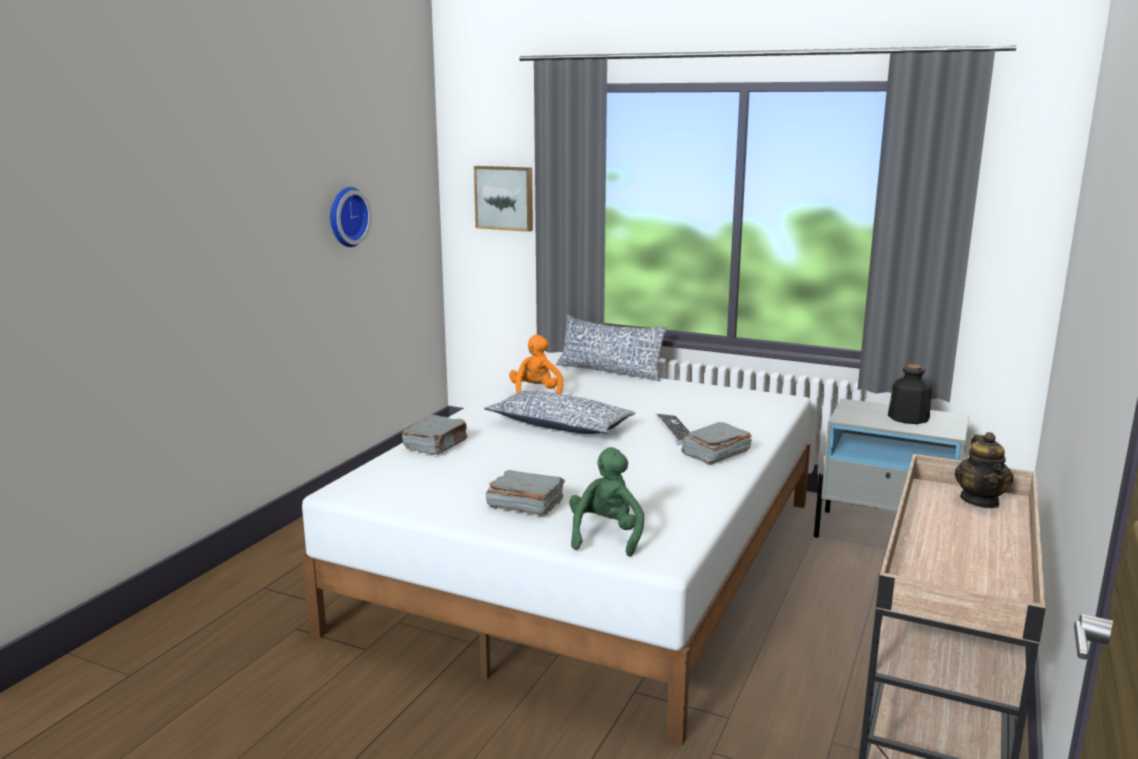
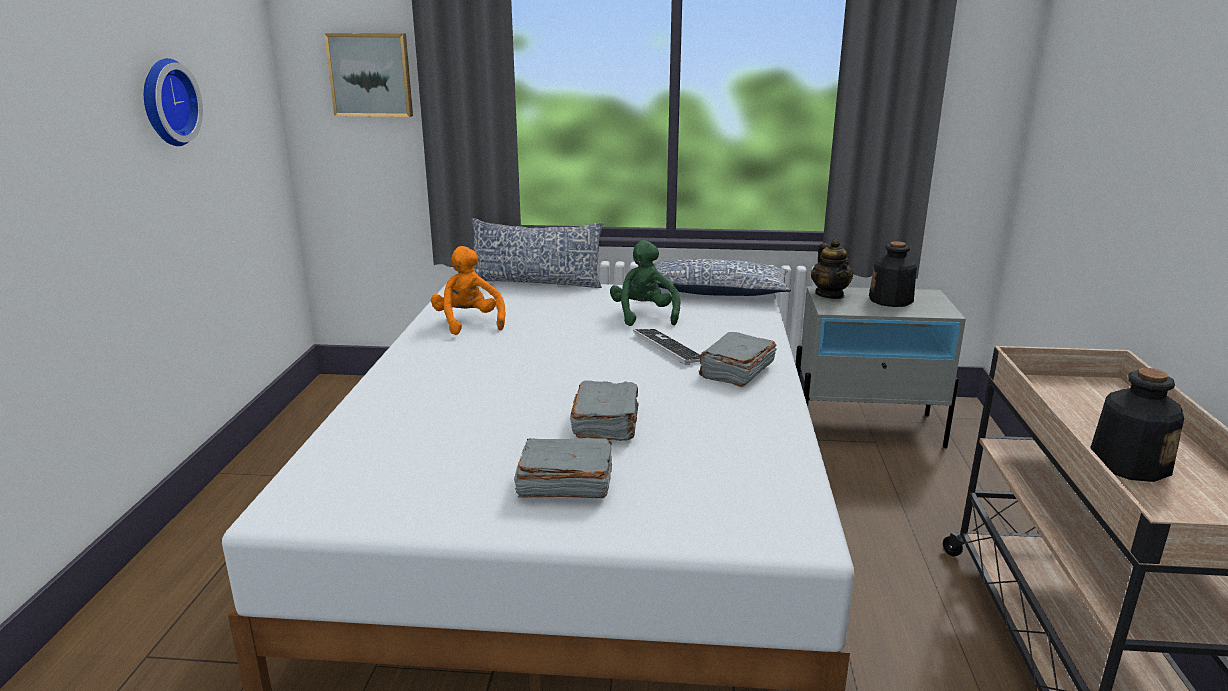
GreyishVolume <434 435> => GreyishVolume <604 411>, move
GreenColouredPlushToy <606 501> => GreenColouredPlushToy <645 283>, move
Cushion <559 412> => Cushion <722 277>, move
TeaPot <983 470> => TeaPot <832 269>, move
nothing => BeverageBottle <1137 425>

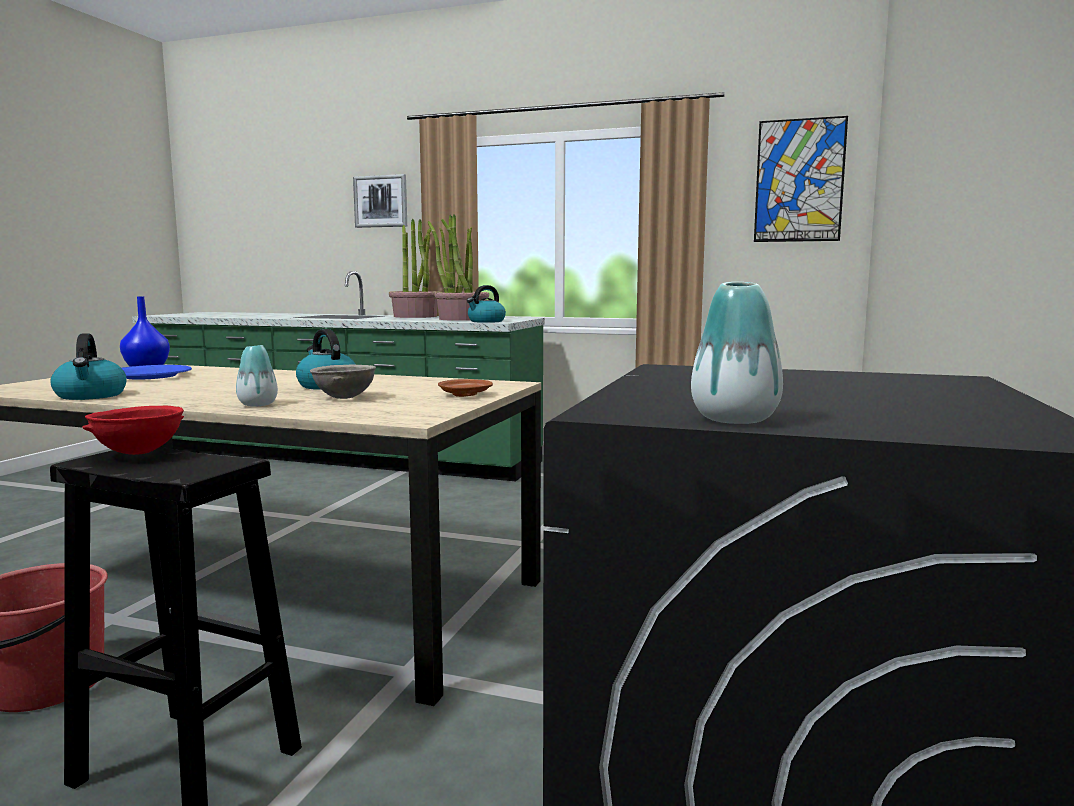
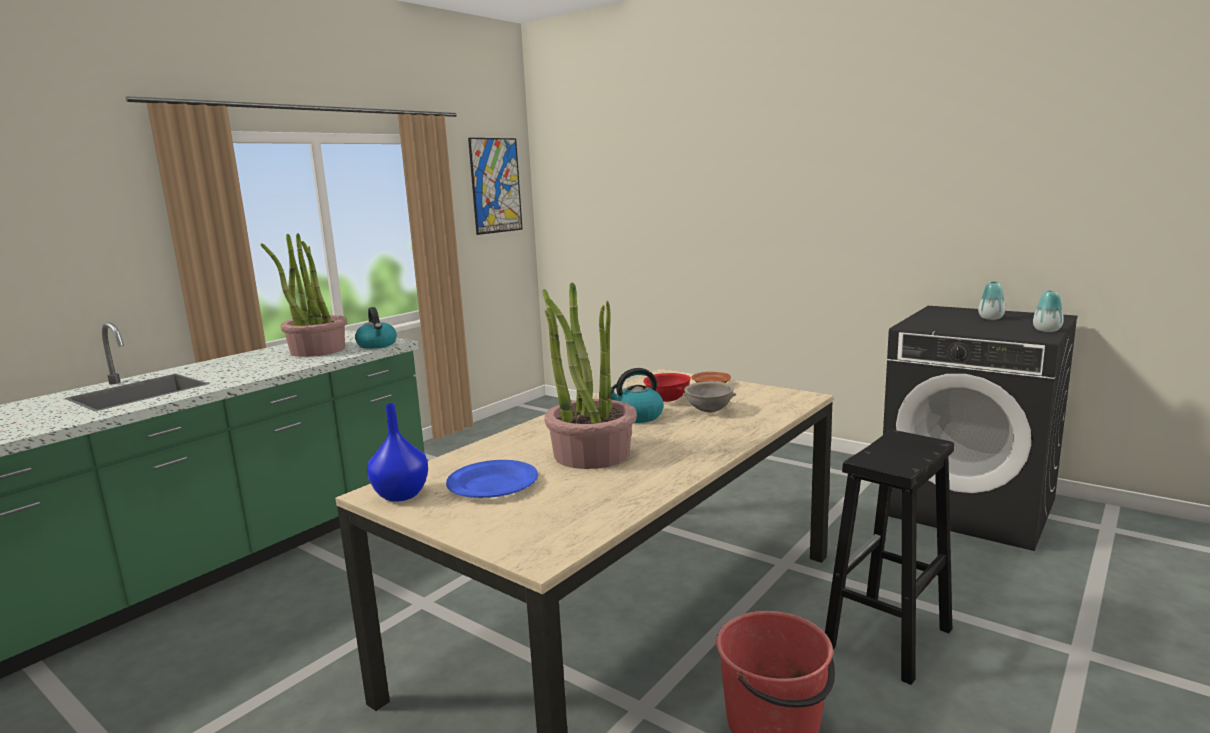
PottedPlant <414 268> => PottedPlant <590 375>, move
RedColouredServingBowl <133 430> => RedColouredServingBowl <667 387>, move
FlowerVase <257 375> => FlowerVase <991 300>, move
WaterKettle <88 366> => nothing
WallPicture <380 201> => nothing

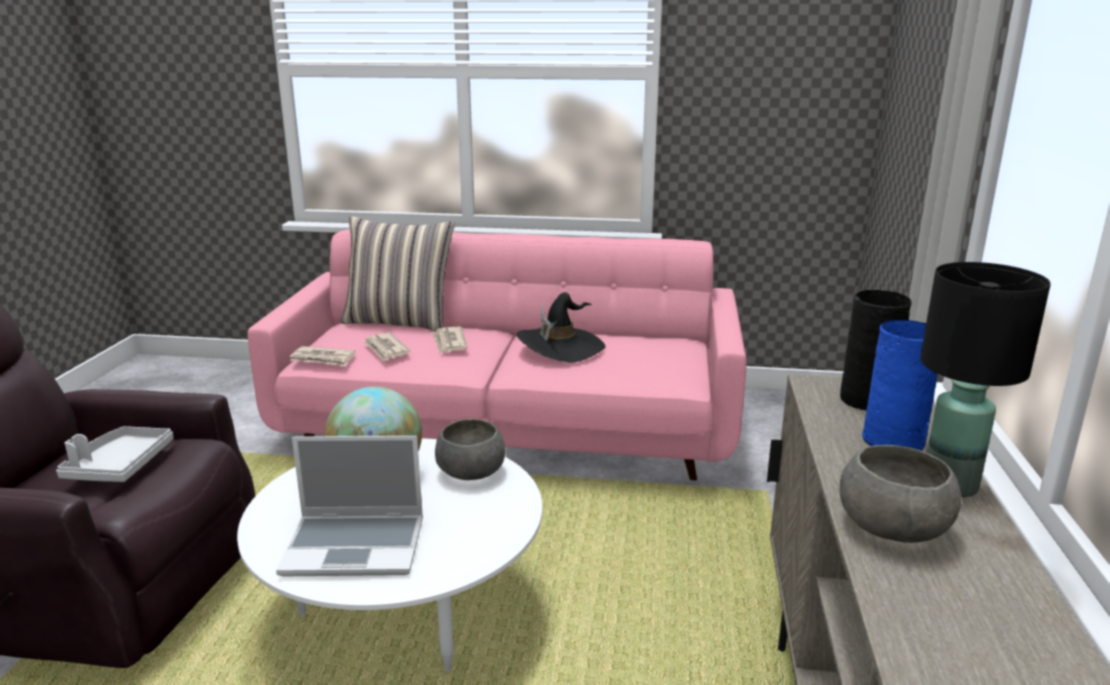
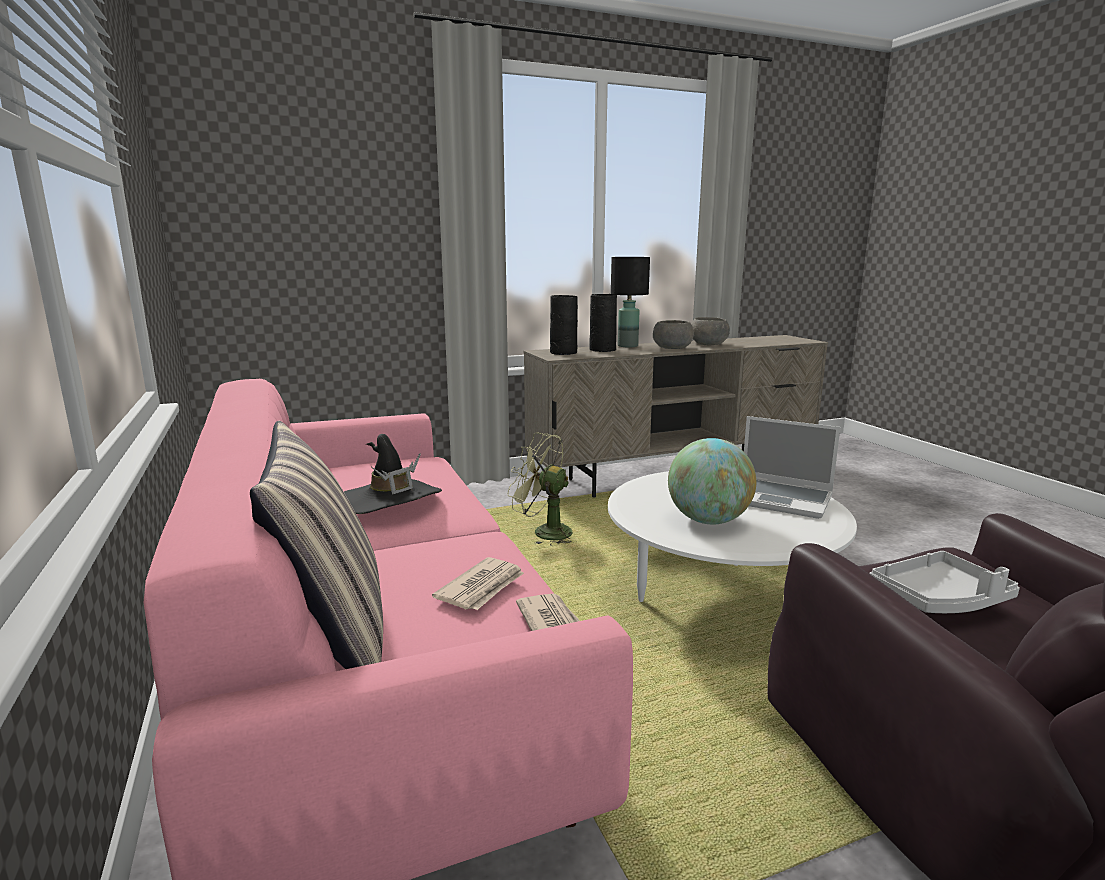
nothing => GreenColouredFan <540 489>
BlueColouredFlowerVase <900 385> => BlackFlowerVase <603 323>
GreyishServingBowl <470 449> => GreyishServingBowl <710 331>, move
NotebookComputer <349 506> => NotebookComputer <792 467>, 150 degrees clockwise
PrintedPaper <450 340> => nothing

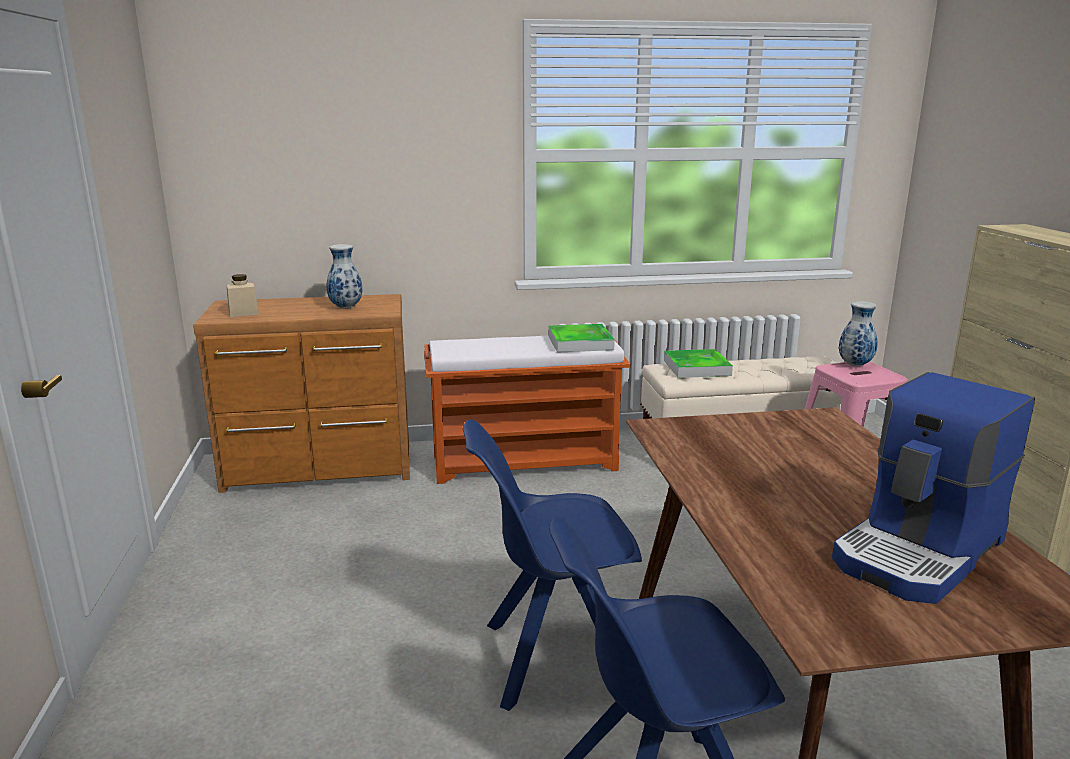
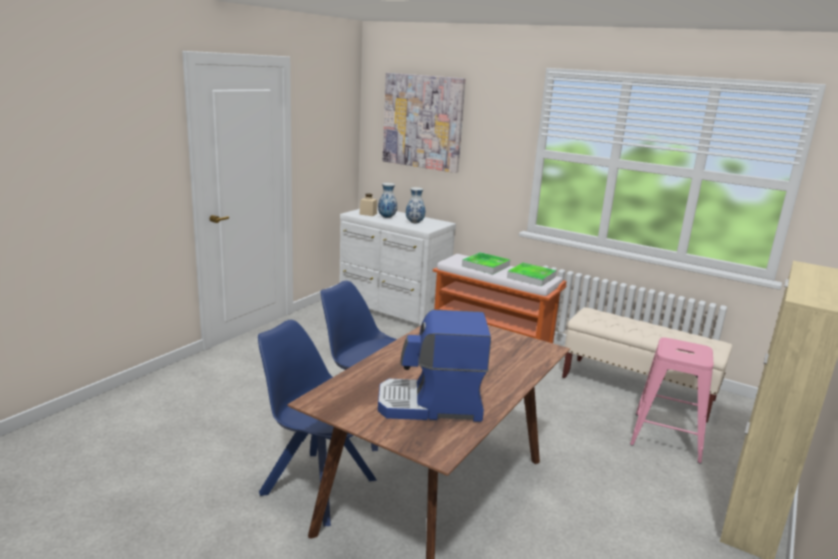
BrownishChestOfDrawers <301 393> => WhiteChestOfDrawers <398 266>
FlowerVase <858 333> => FlowerVase <387 200>, move
nothing => WallPicture <424 123>
CarryingTray <698 363> => CarryingTray <486 263>, move

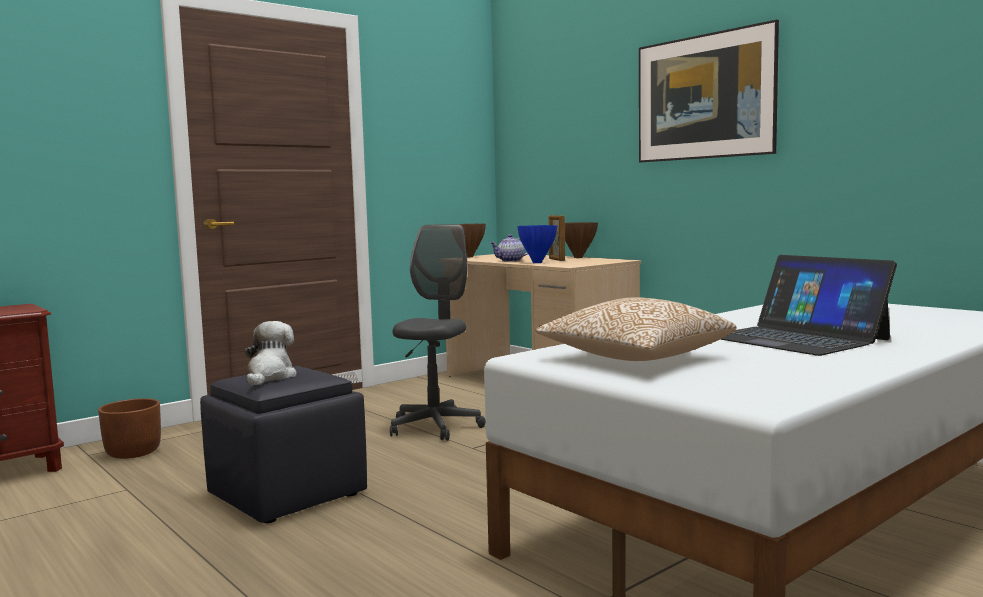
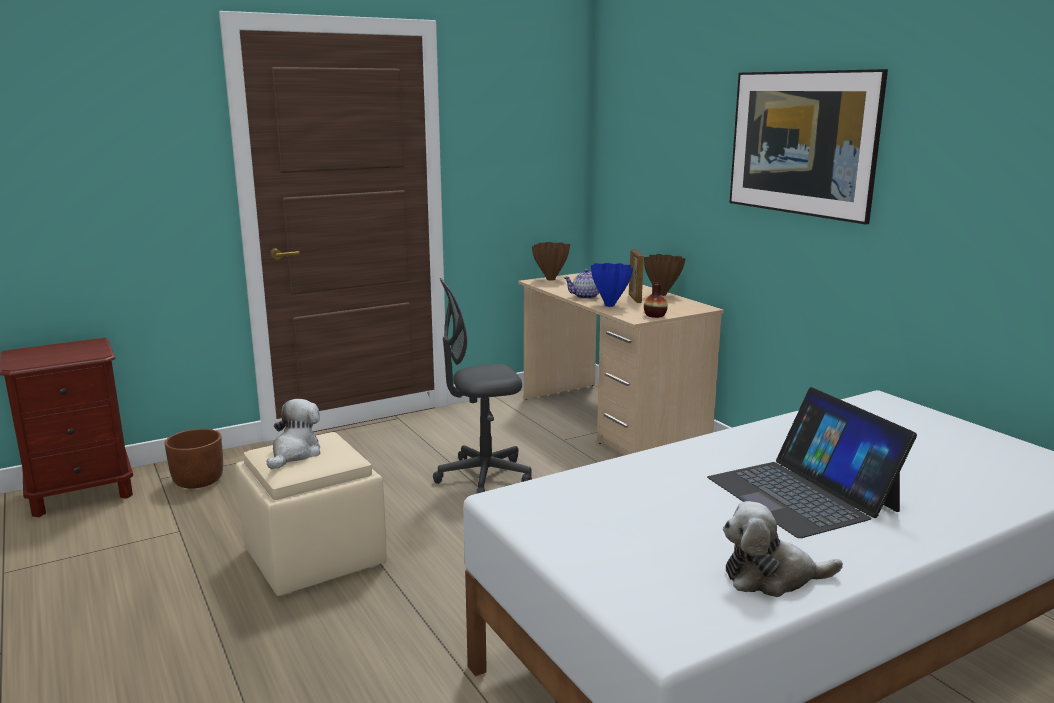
BlackPouffe <283 444> => SandColouredPouffe <311 514>
GreyishComputerChair <438 332> => GreyishComputerChair <482 386>, 135 degrees counterclockwise
nothing => FlowerVase <656 300>
nothing => PlushToy <783 549>
Cushion <635 329> => nothing

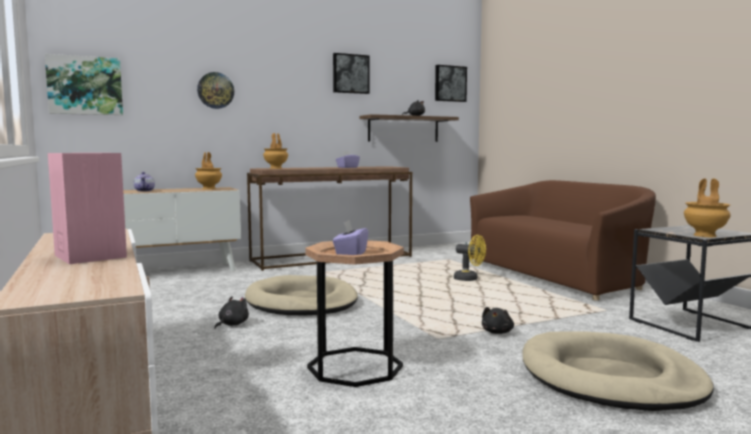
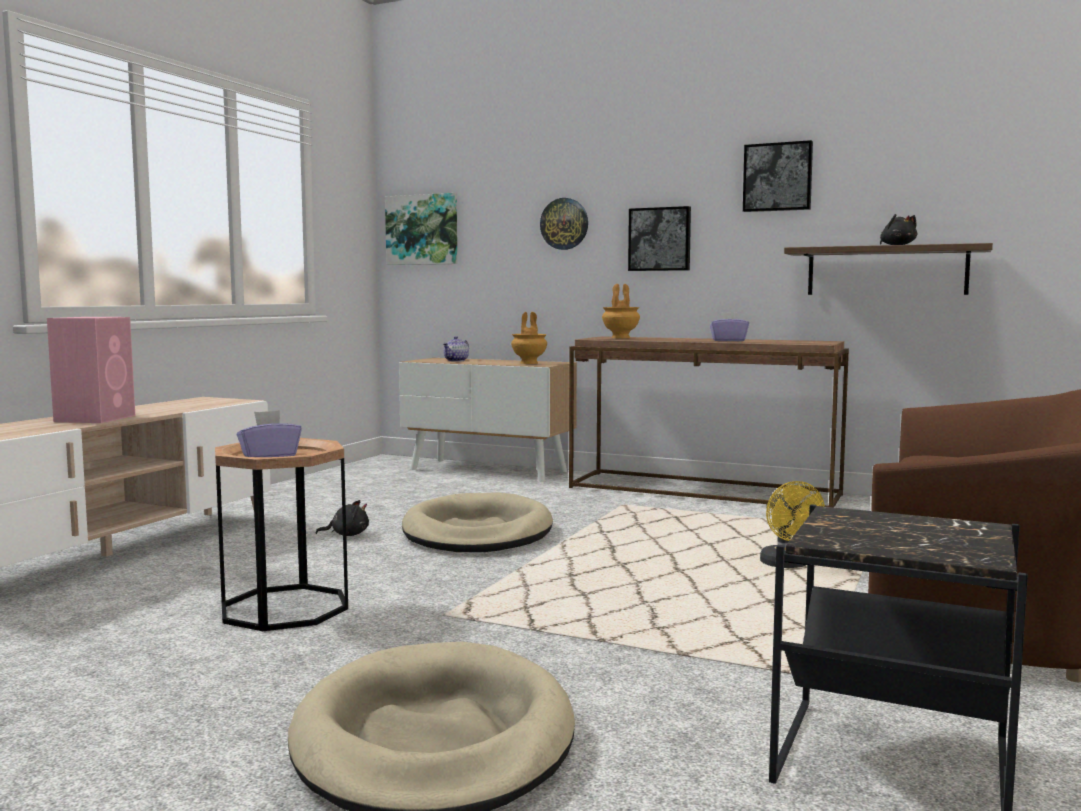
WallPicture <451 83> => WallPicture <659 238>, move
BlackPlushToy <498 320> => nothing
BrownishFlowerVase <707 207> => nothing

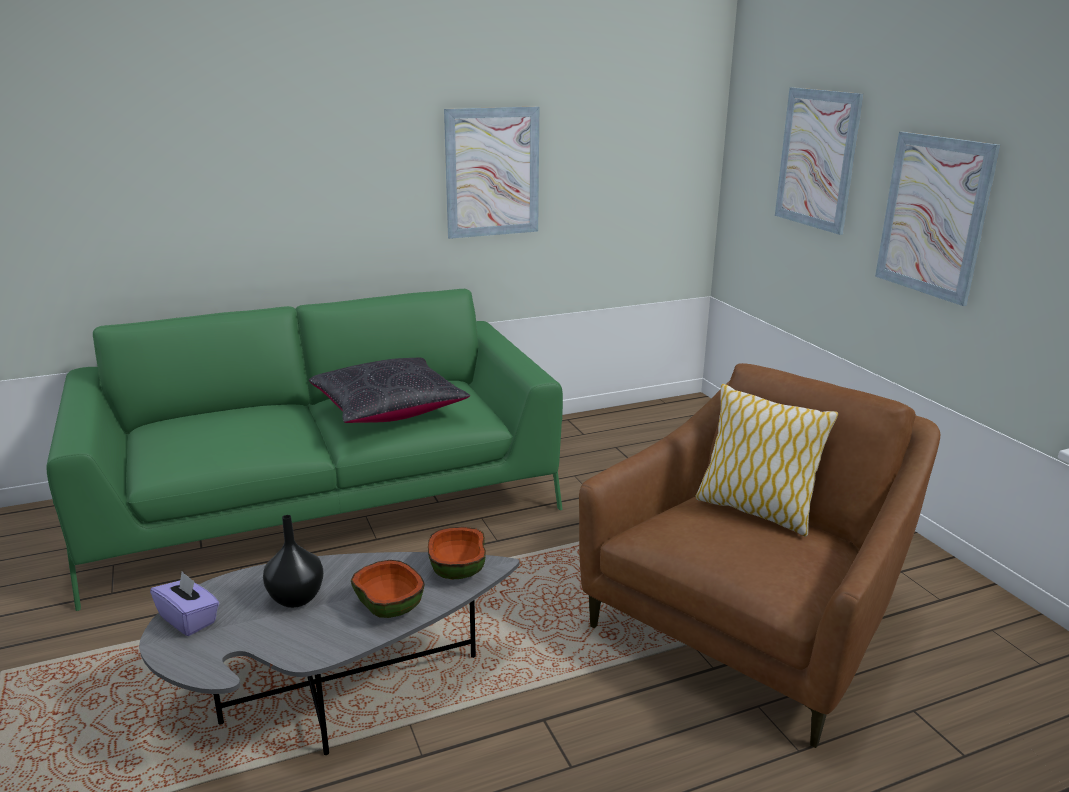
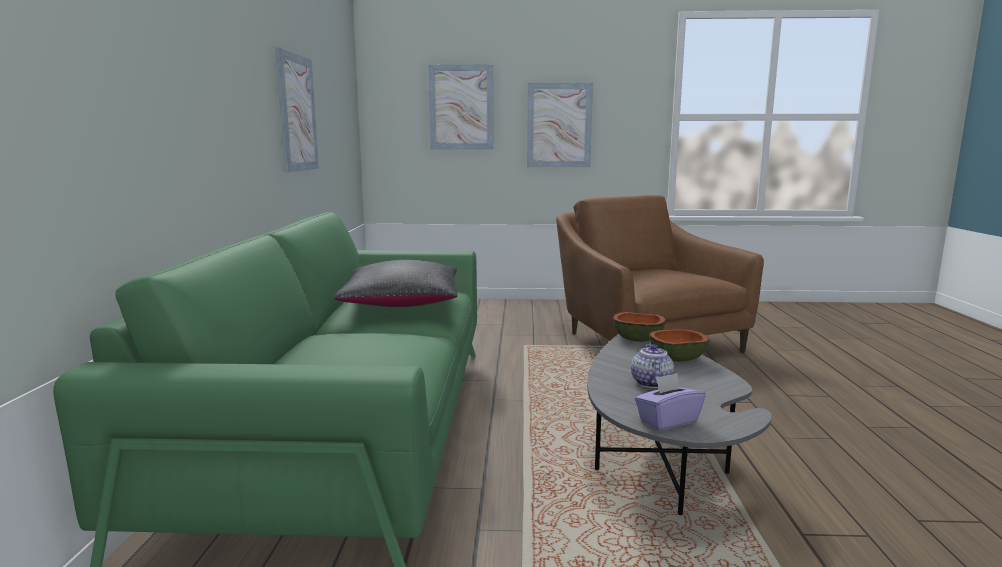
BlackFlowerVase <293 561> => TeaPot <652 366>
Cushion <766 460> => nothing

